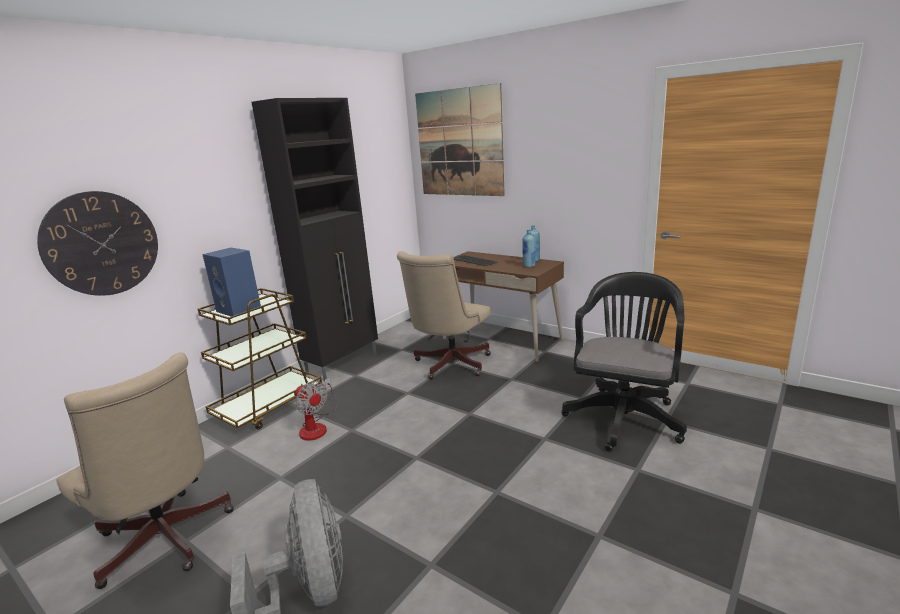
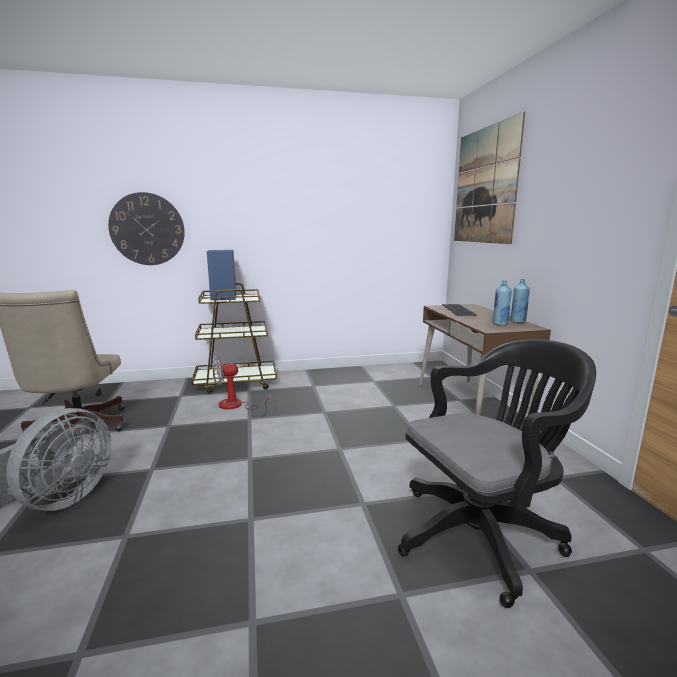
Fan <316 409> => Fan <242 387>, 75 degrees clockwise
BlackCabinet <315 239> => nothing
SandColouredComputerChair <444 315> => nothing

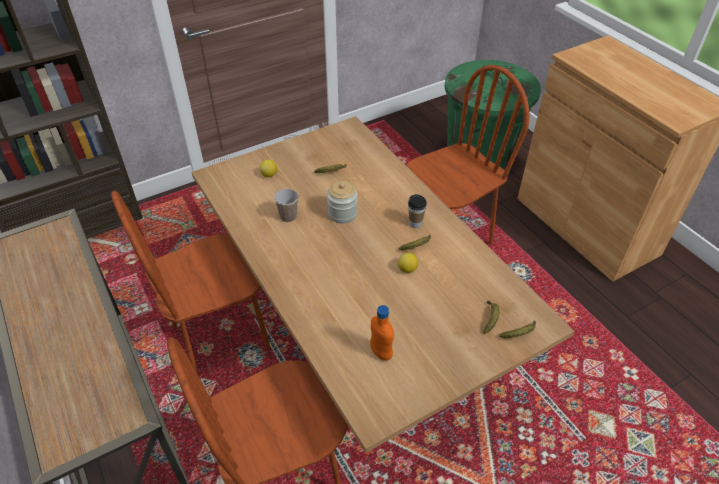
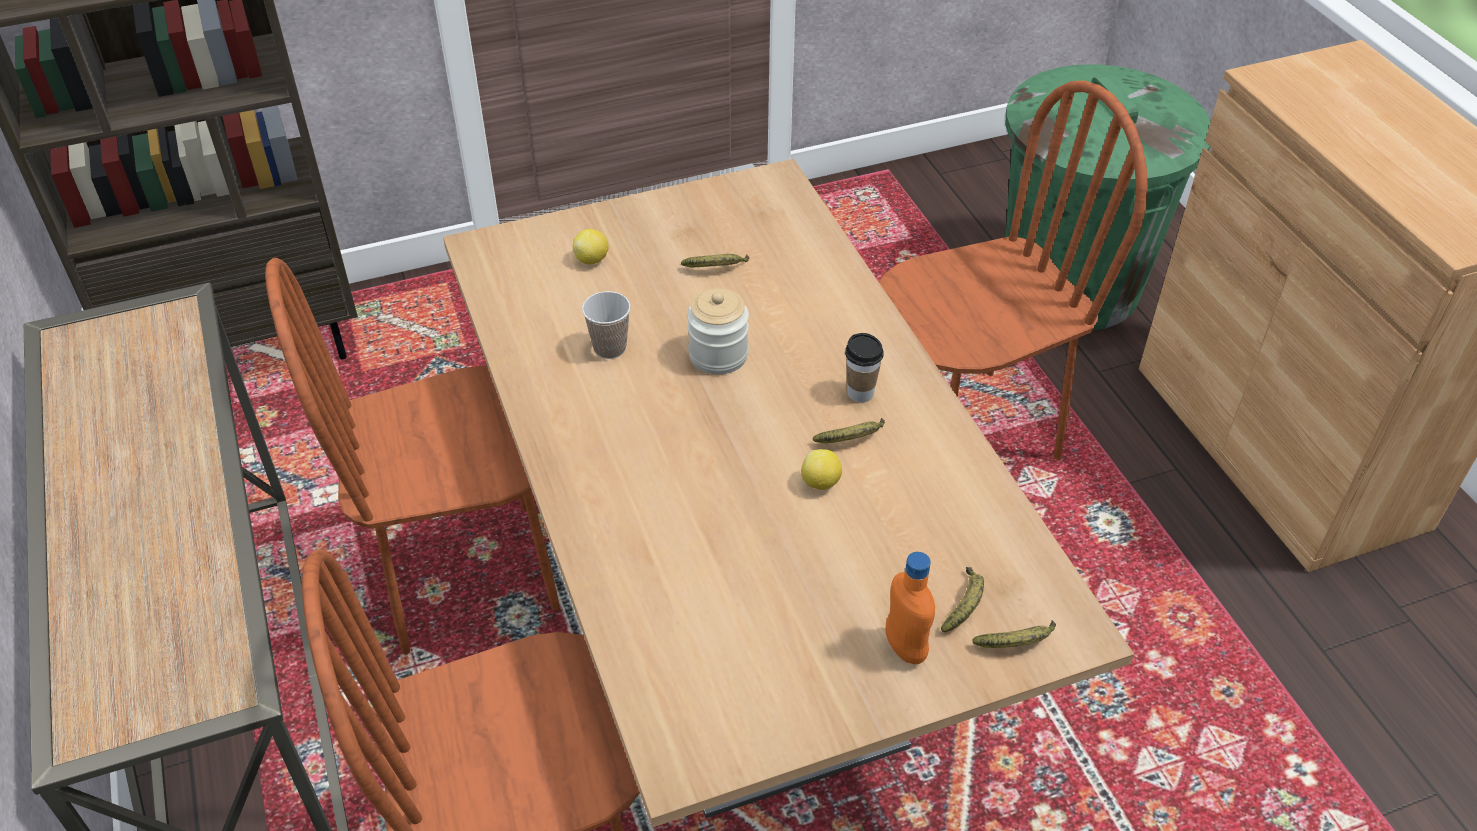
OrangeColouredBeverageBottle <382 332> => OrangeColouredBeverageBottle <910 608>, move

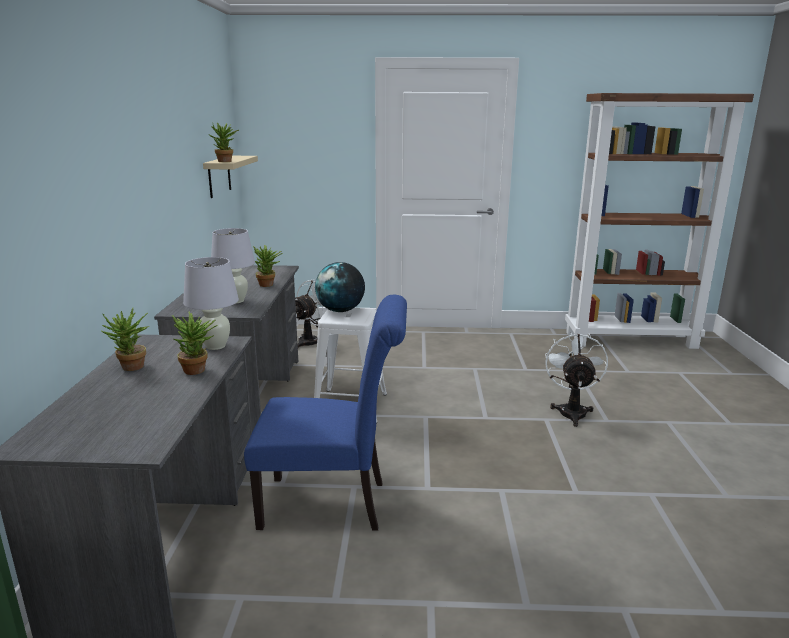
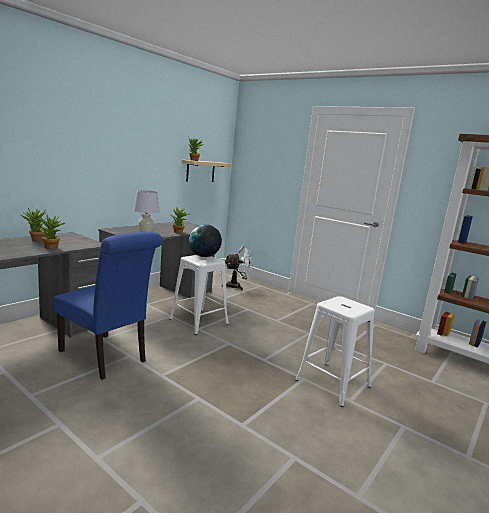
WhiteFan <576 379> => WhiteStoolSeat <335 351>
WhiteTableLamp <211 303> => nothing

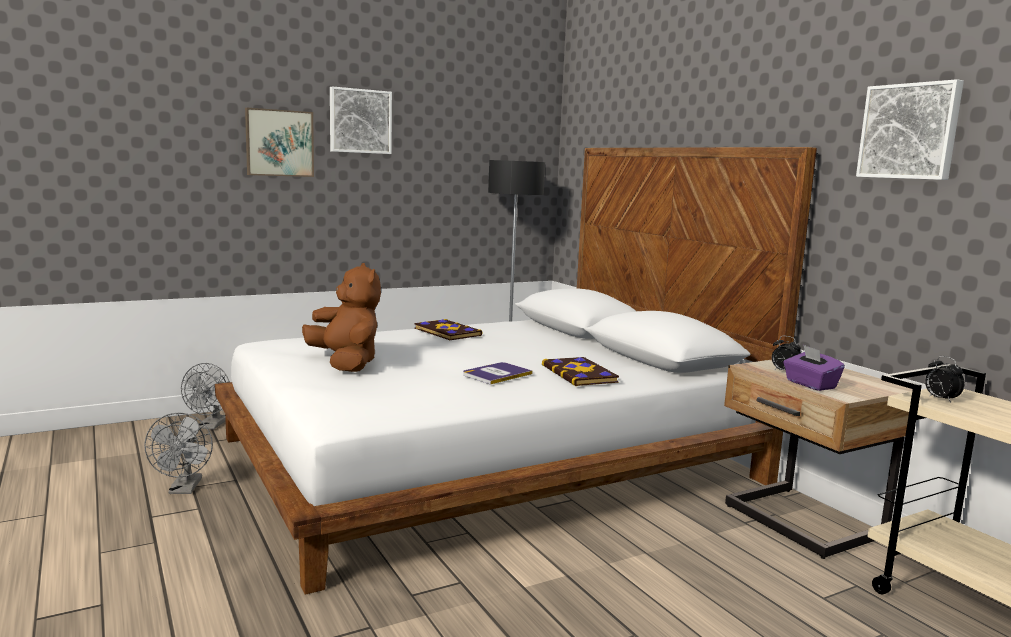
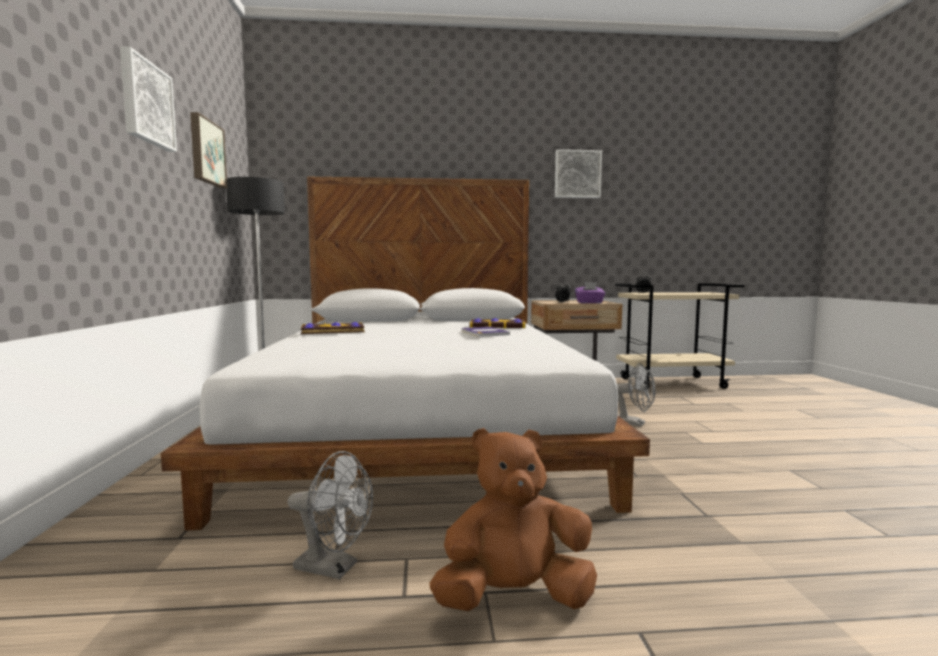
WallPicture <279 142> => WallPicture <208 150>, move
BrownishPlushToy <341 317> => BrownishPlushToy <513 519>, move
GreyishFan <205 396> => GreyishFan <636 395>, move

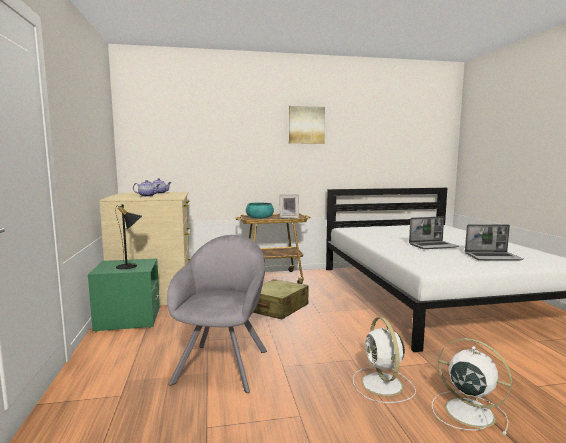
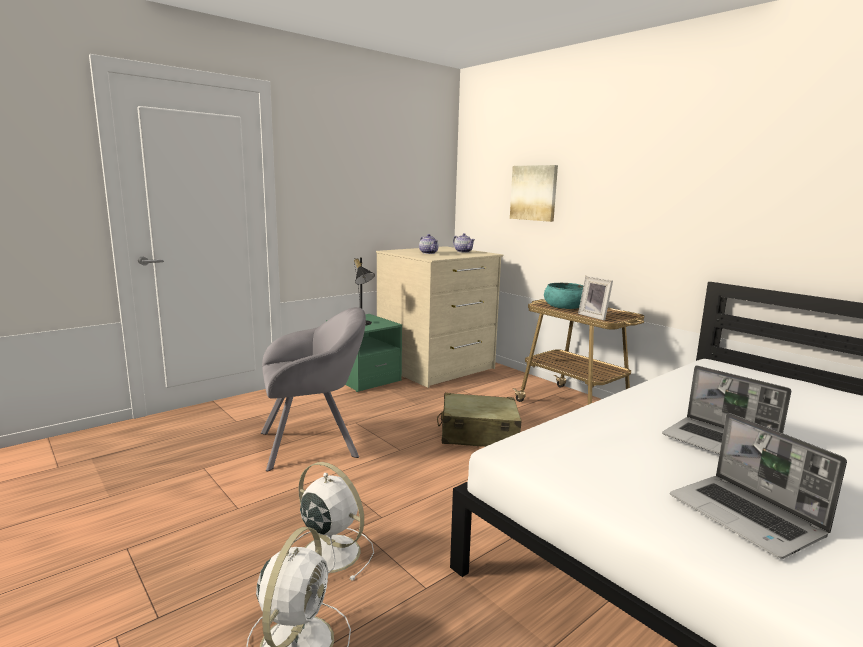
WhiteFan <384 360> => WhiteFan <334 521>, 75 degrees clockwise
WallPicture <307 125> => WallPicture <534 193>, move

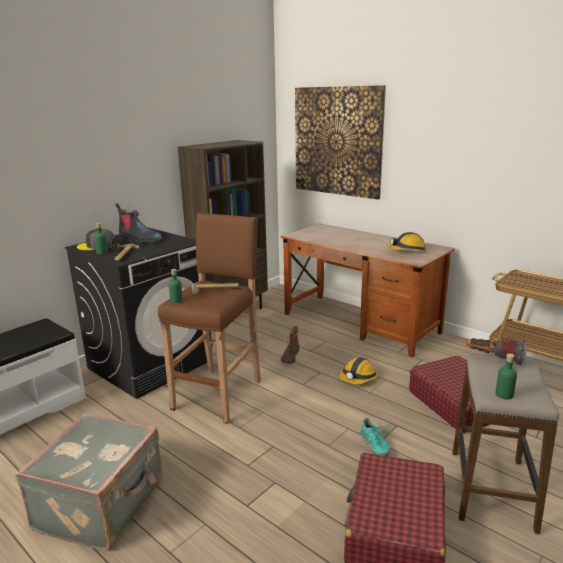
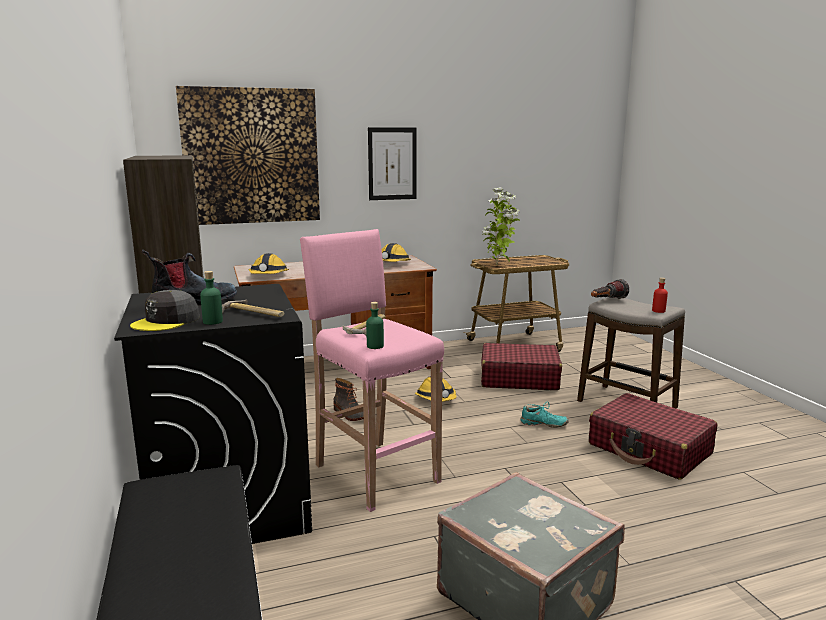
nothing => HardHat <269 263>
BrownishStoolSeat <209 318> => PinkStoolSeat <372 370>
nothing => WallPicture <392 163>
nothing => PottedPlant <501 226>
GreenColouredBeverageBottle <506 376> => RedColouredBeverageBottle <660 295>

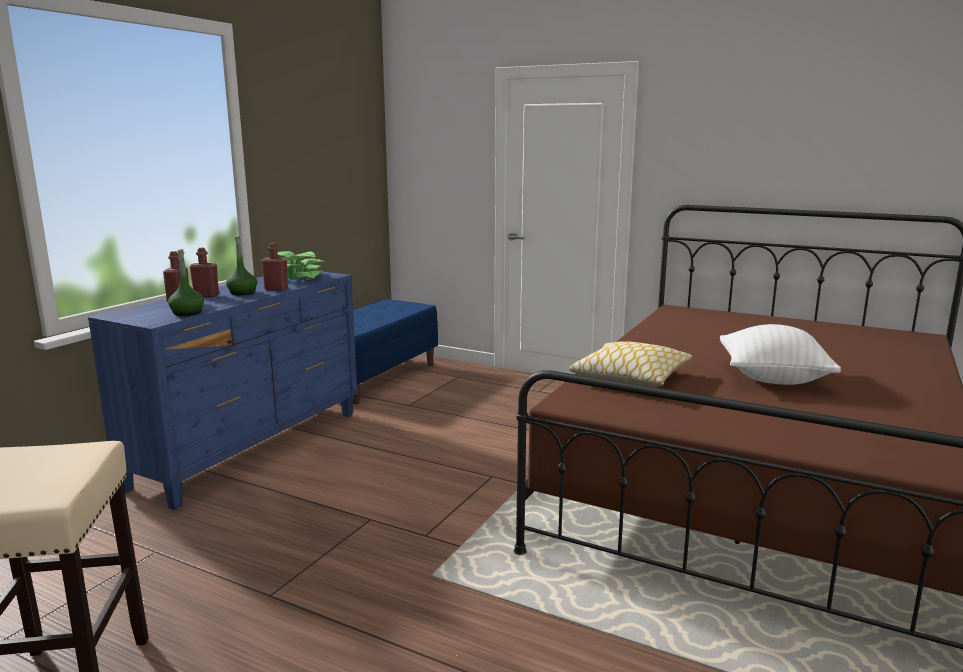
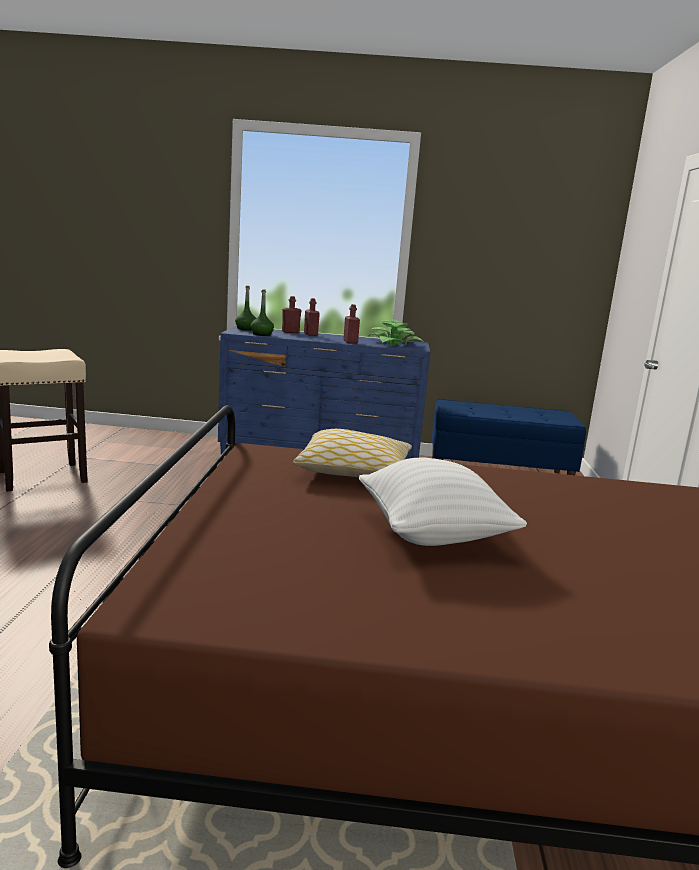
GreenColouredBeverageBottle <241 265> => GreenColouredBeverageBottle <245 308>, move

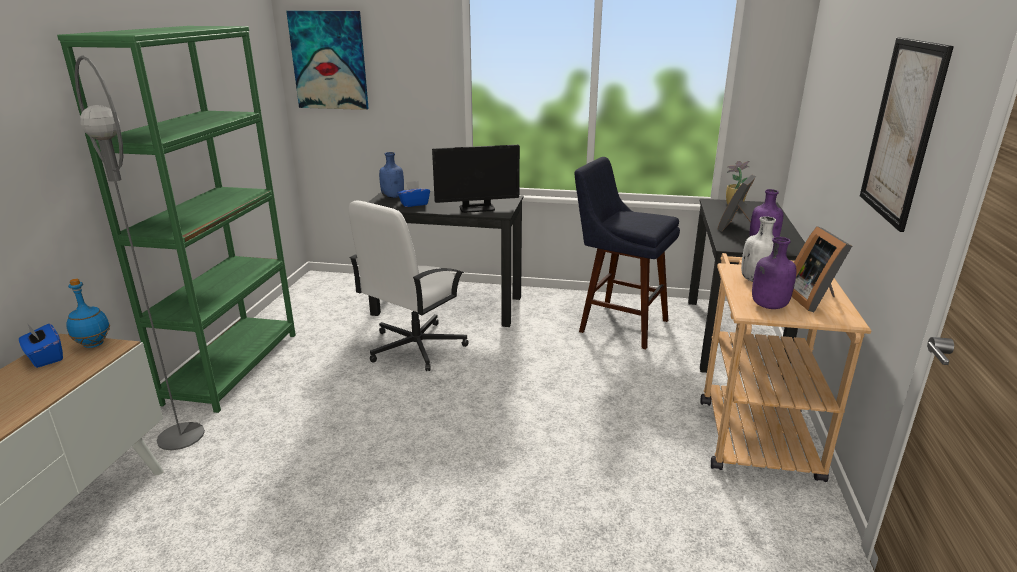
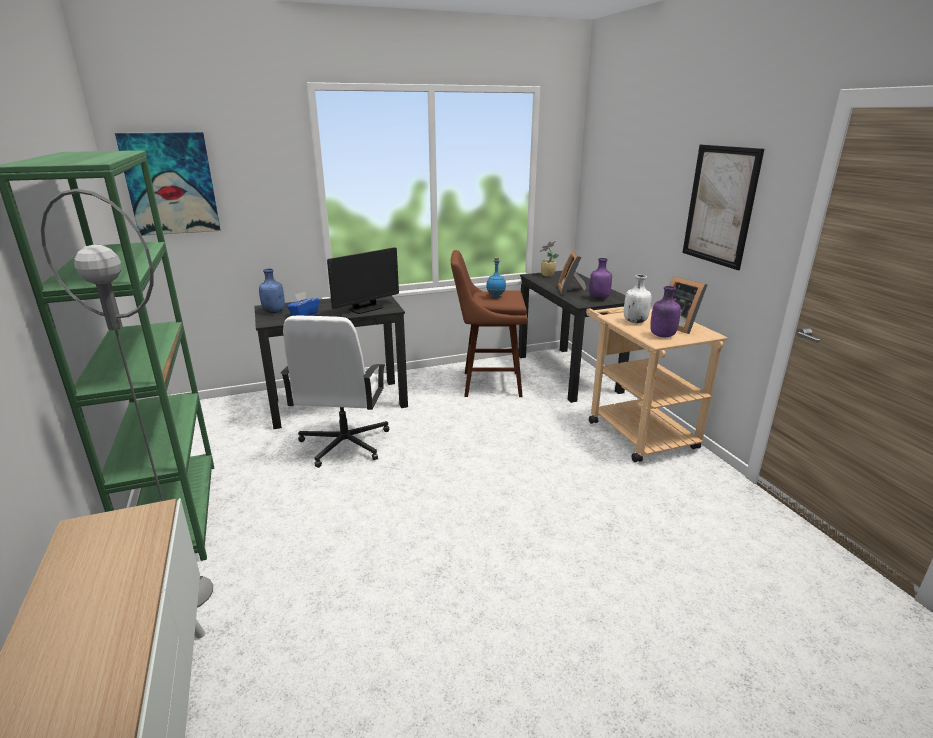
BlueColouredStoolSeat <627 253> => BrownishStoolSeat <489 323>
BlueColouredBeverageBottle <88 313> => BlueColouredBeverageBottle <496 277>, move
BlueColouredBoxOfTissues <41 345> => nothing

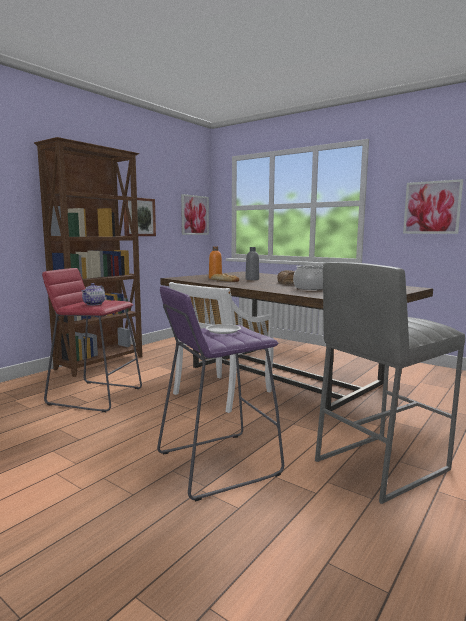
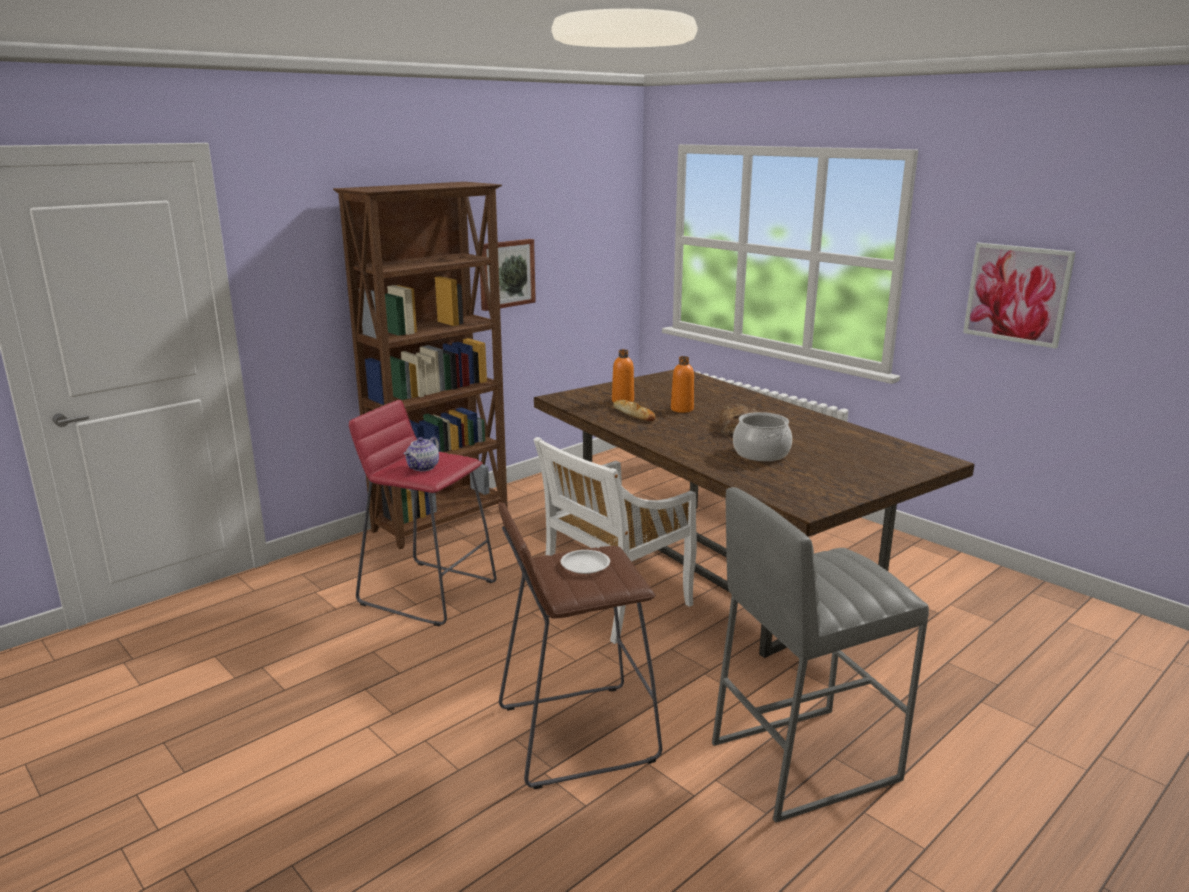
PurplishStoolSeat <220 393> => BrownishStoolSeat <580 645>
GreyishBeverageBottle <252 263> => OrangeColouredBeverageBottle <682 384>
WallPicture <195 214> => nothing

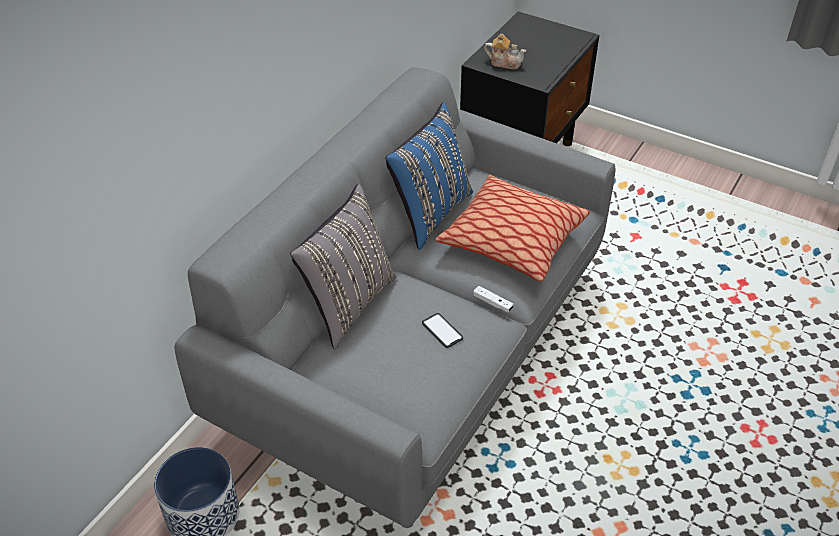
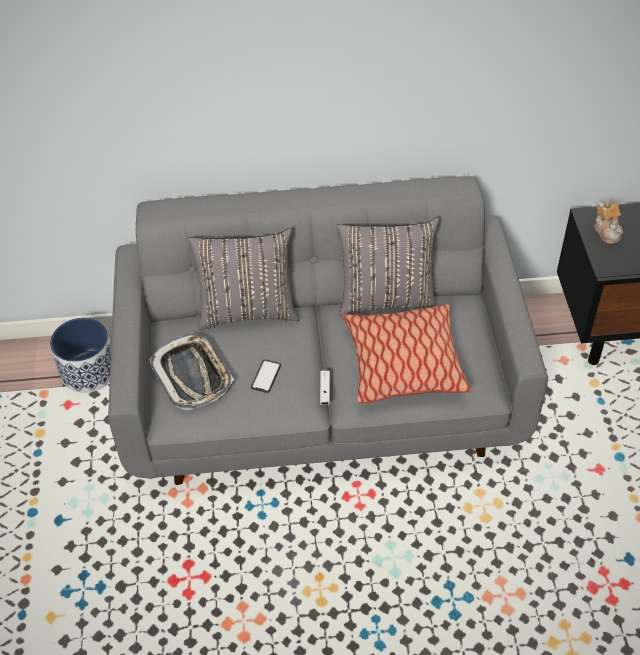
nothing => CarryingTray <191 372>
BlueColouredCushion <429 176> => GreyishCushion <387 267>

